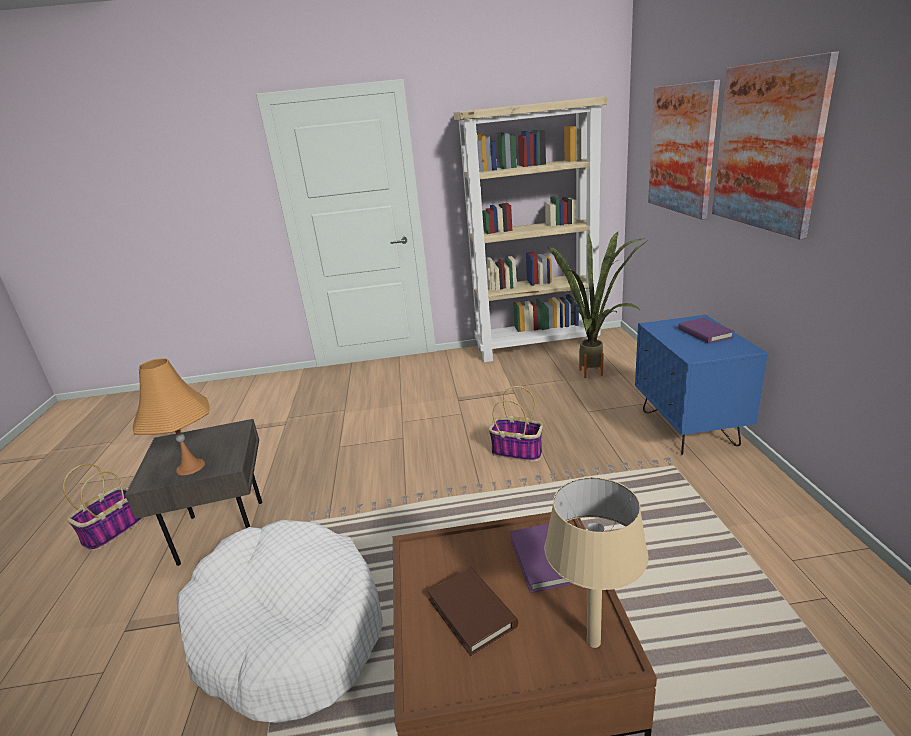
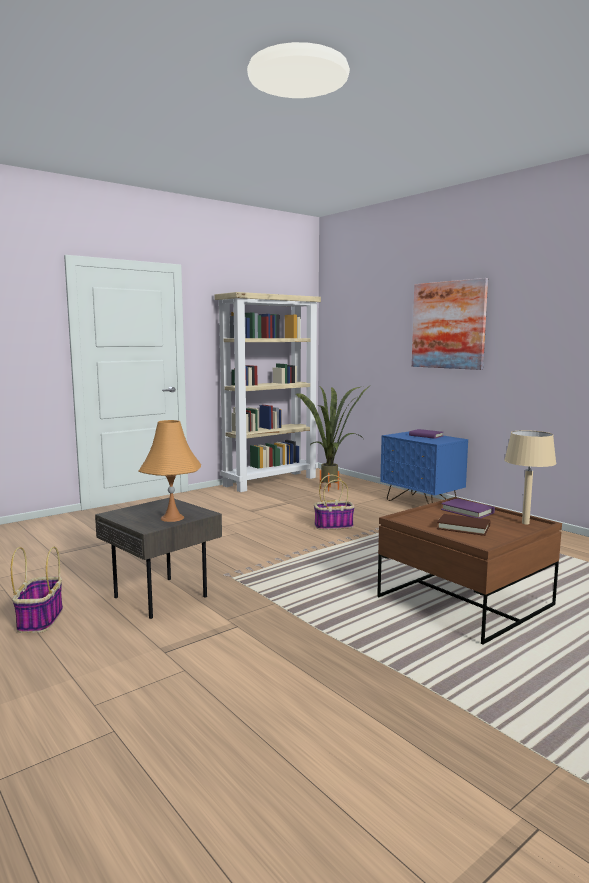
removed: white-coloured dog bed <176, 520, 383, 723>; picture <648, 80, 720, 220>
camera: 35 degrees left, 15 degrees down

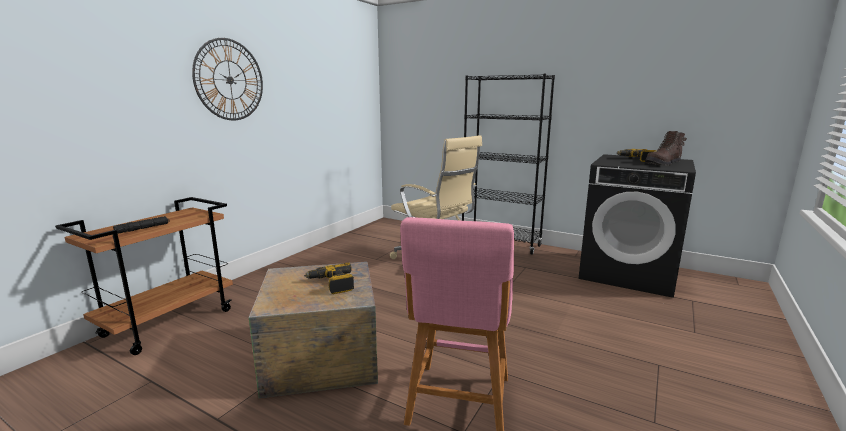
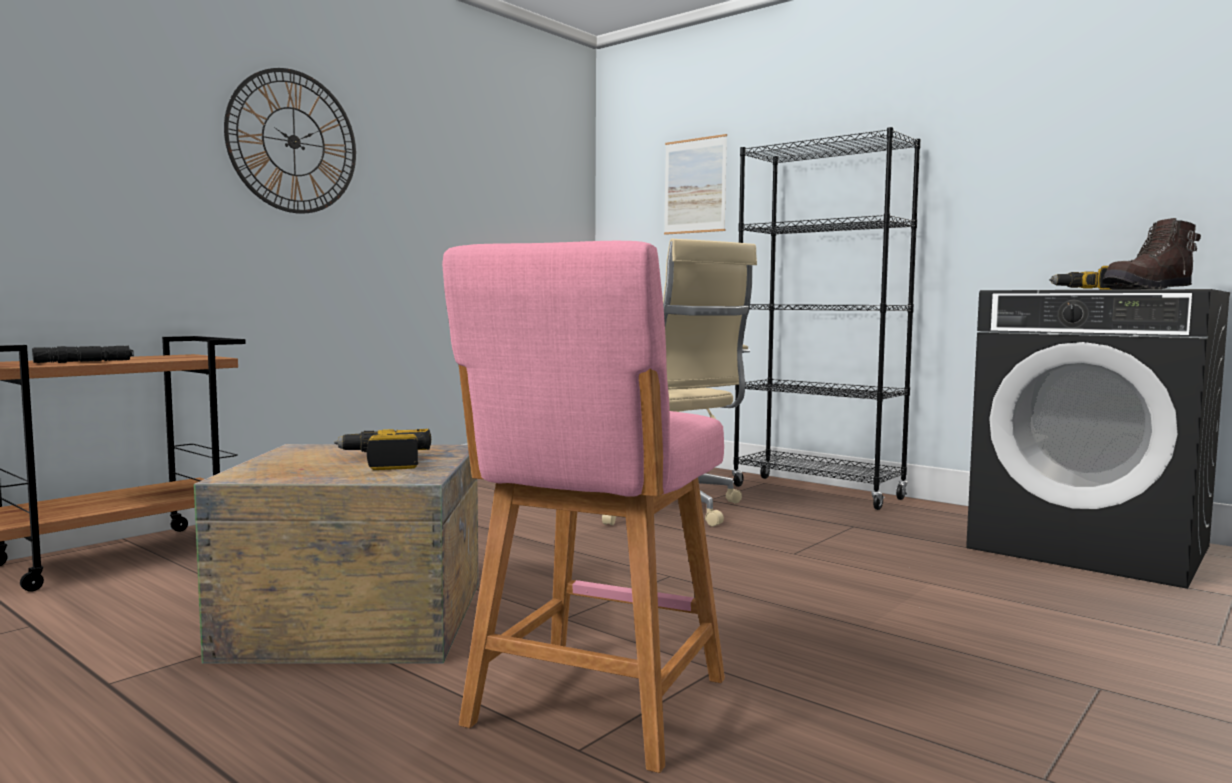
added: picture <664, 134, 727, 235>
camera: 10 degrees right, 10 degrees down

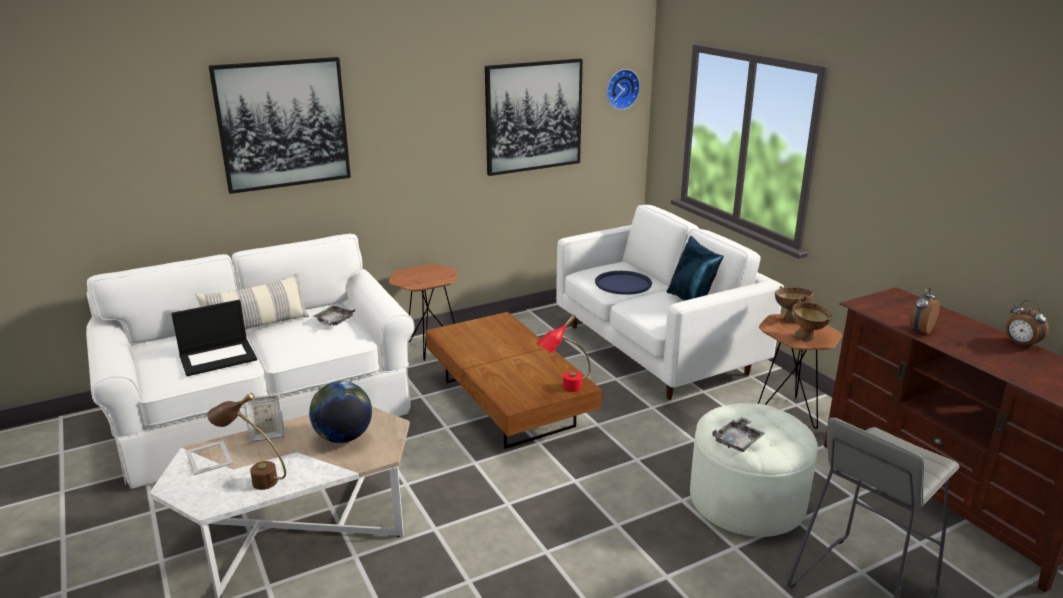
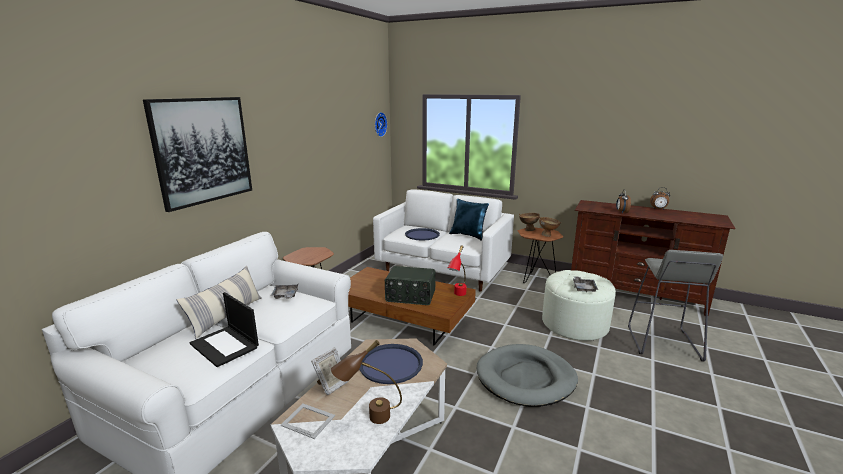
removed: picture <485, 58, 583, 176>
added: radio set <385, 266, 436, 305>; grey dog bed <477, 344, 578, 407>
replaced: world globe <309, 381, 372, 443> to blue-coloured carrying tray <359, 344, 423, 384>
turned: portable computer <171, 300, 257, 376> = <189, 292, 259, 367> 105 degrees clockwise
camera: 35 degrees left, 5 degrees down

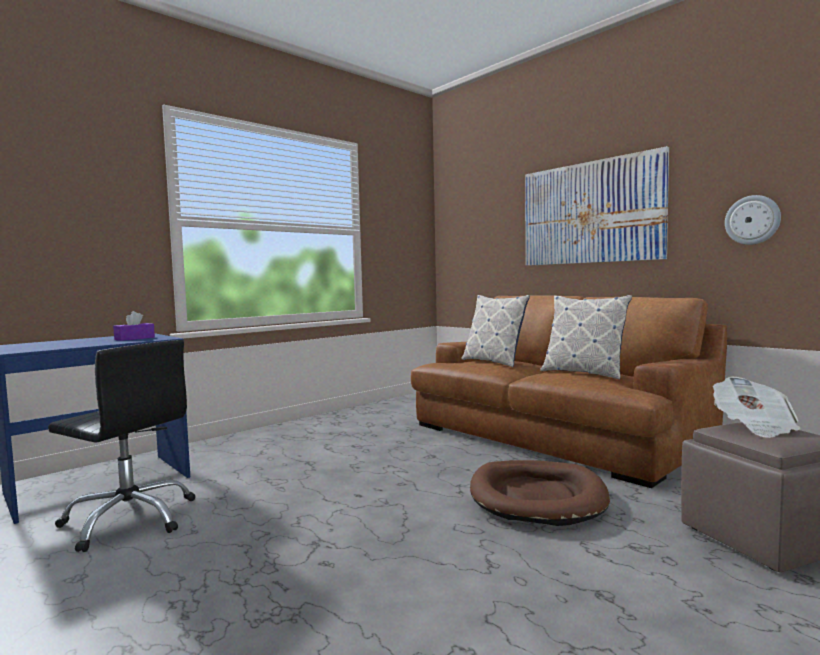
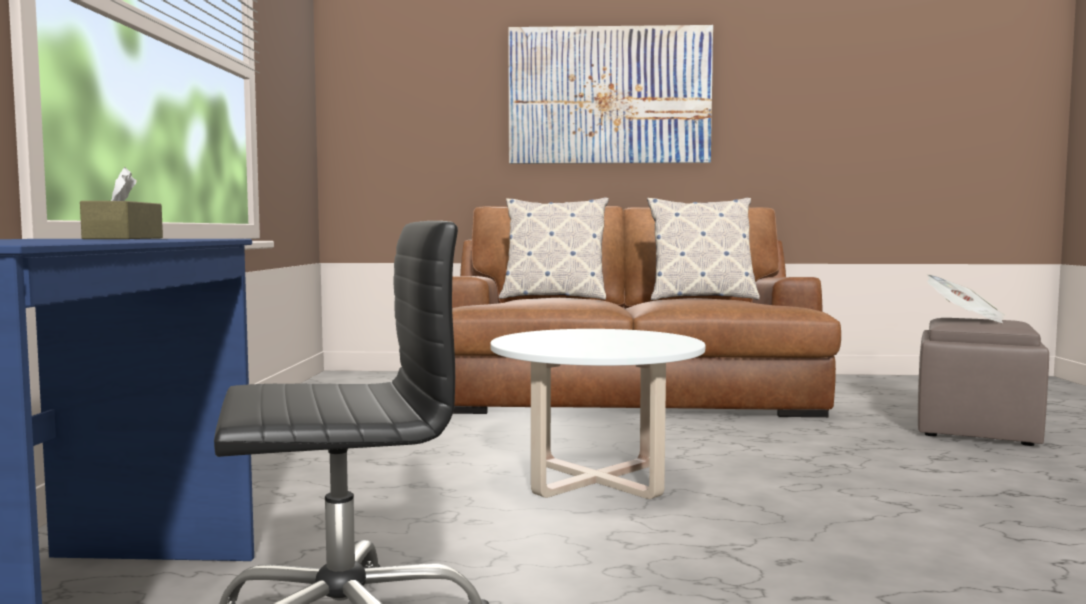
removed: brown dog bed <470, 460, 610, 526>; clock on the wall <725, 195, 781, 245>
added: white-coloured lounge table <490, 329, 705, 499>
recoloured: purplish box of tissues <113, 311, 155, 341> to brown box of tissues <80, 167, 163, 239>
camera: 45 degrees left, 0 degrees up

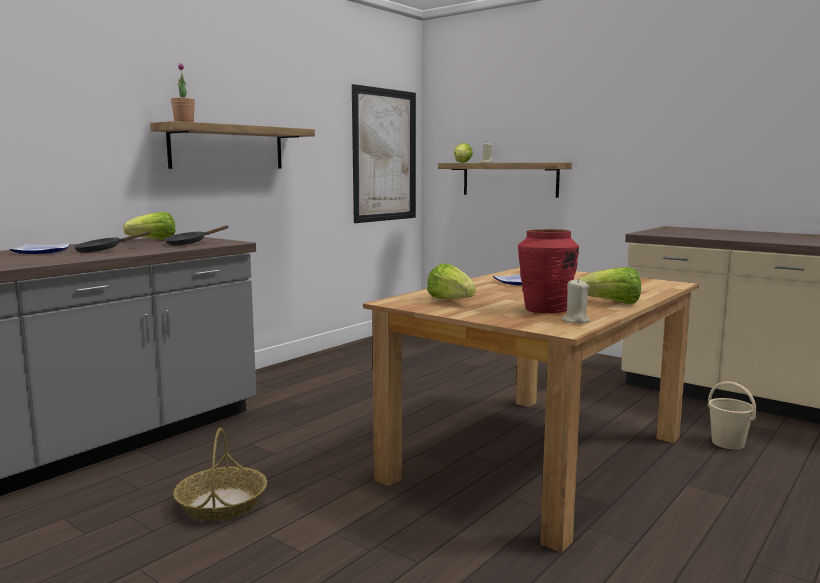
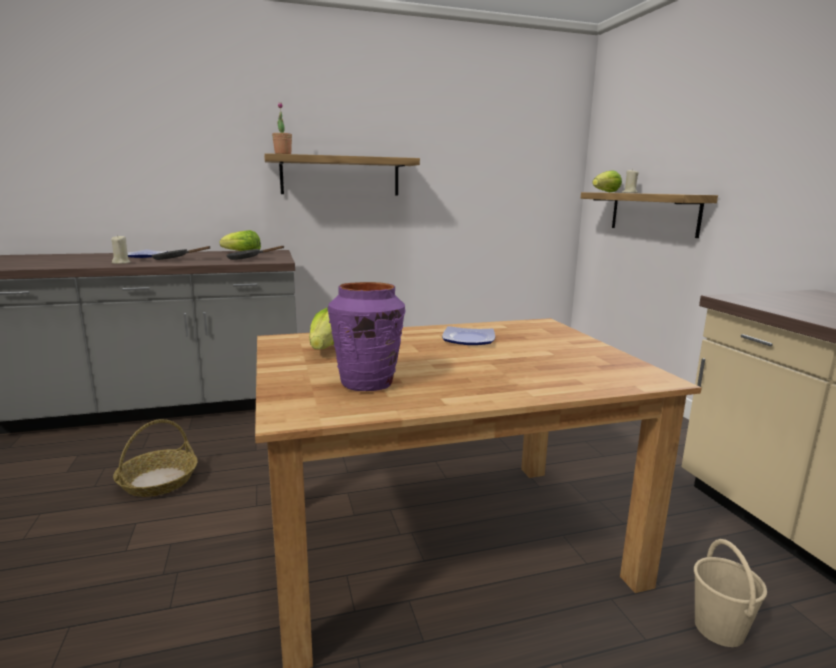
removed: picture <352, 84, 416, 223>; head of lettuce <579, 267, 641, 304>
moved: beige-coloured wax candle <562, 280, 590, 324> to <111, 235, 131, 264>
recoloured: reddish vase <518, 229, 579, 314> to purplish vase <327, 282, 405, 391>
camera: 35 degrees right, 5 degrees up

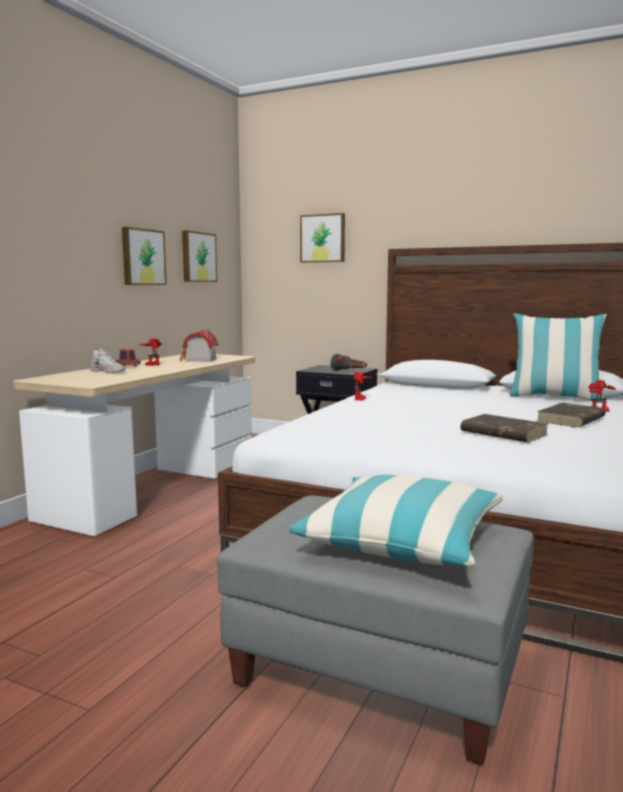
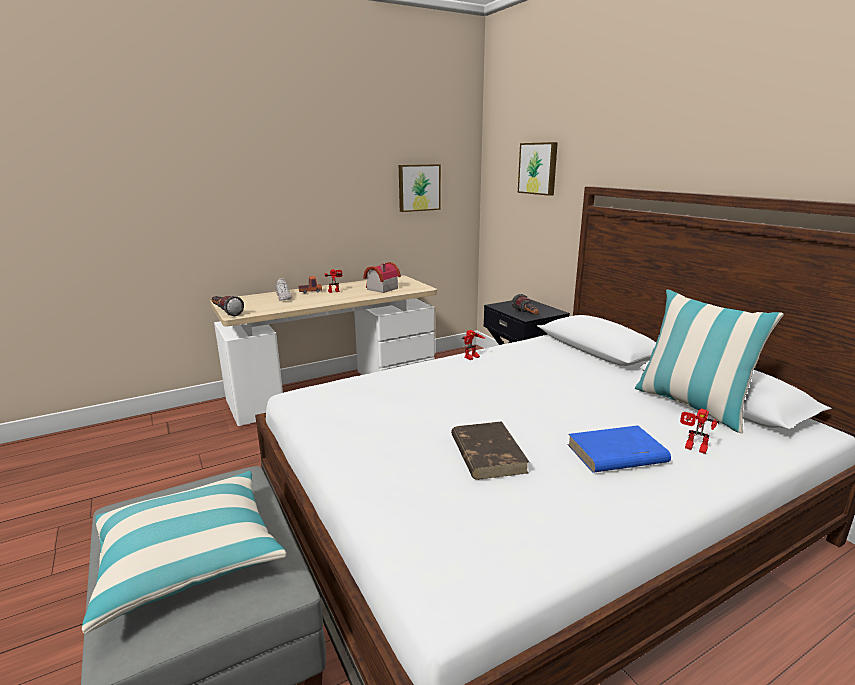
removed: picture <122, 227, 167, 285>
added: torch <211, 296, 244, 316>
recoloured: brown volume <537, 403, 606, 427> to blue-coloured volume <567, 425, 671, 473>
camera: 35 degrees right, 10 degrees up

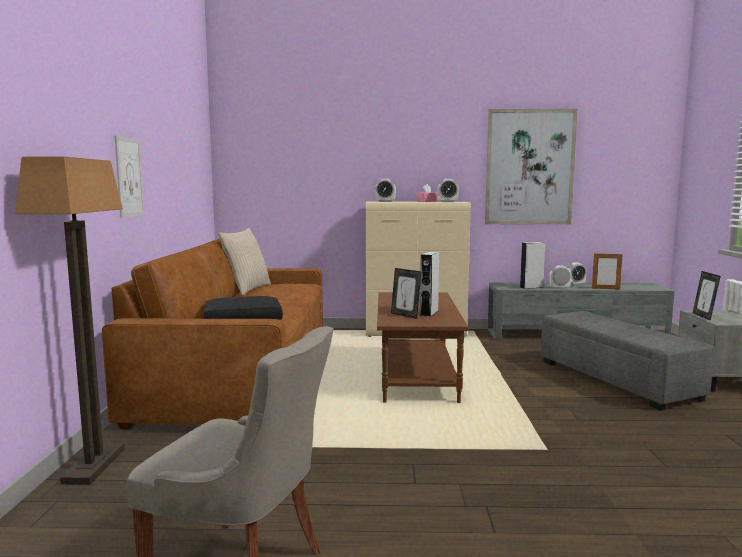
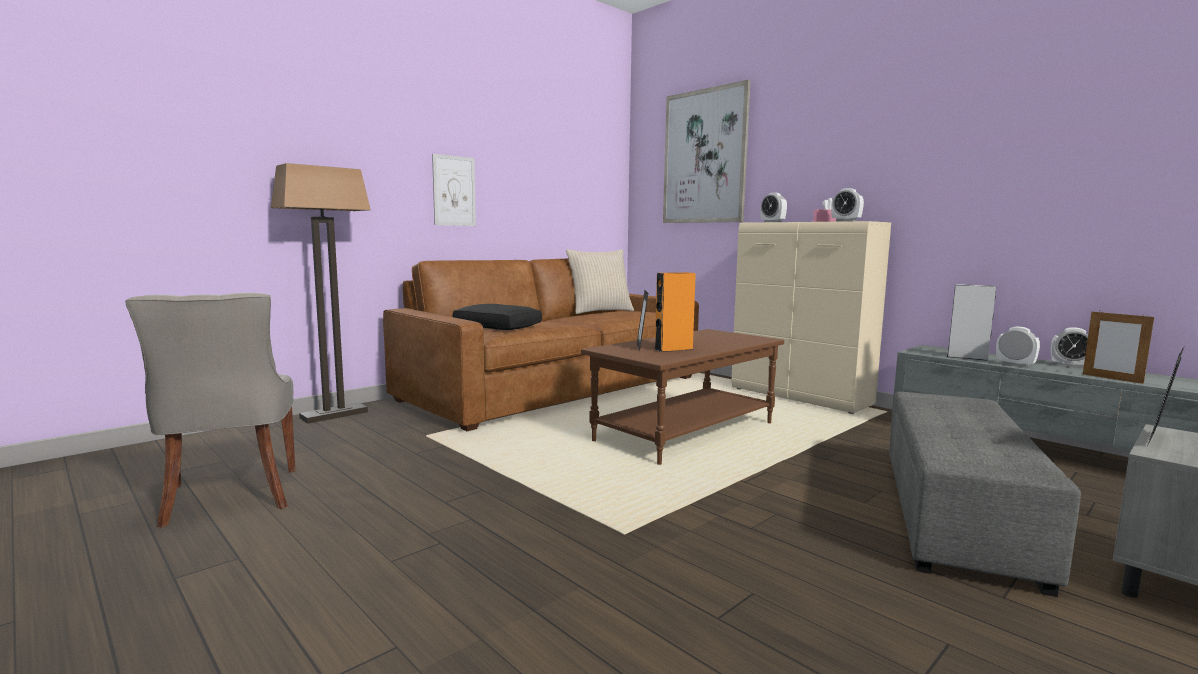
moved: picture <485, 109, 578, 225> to <663, 80, 751, 223>
recoloured: grey audio speaker <420, 251, 439, 317> to orangey audio speaker <654, 272, 696, 352>
camera: 45 degrees right, 0 degrees up

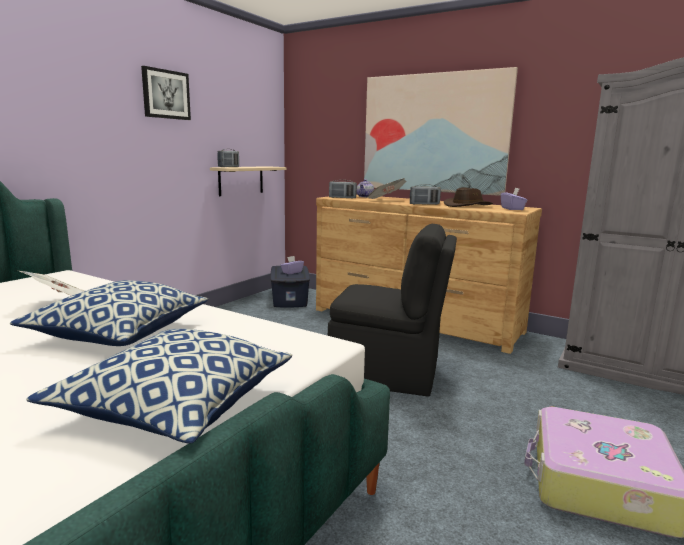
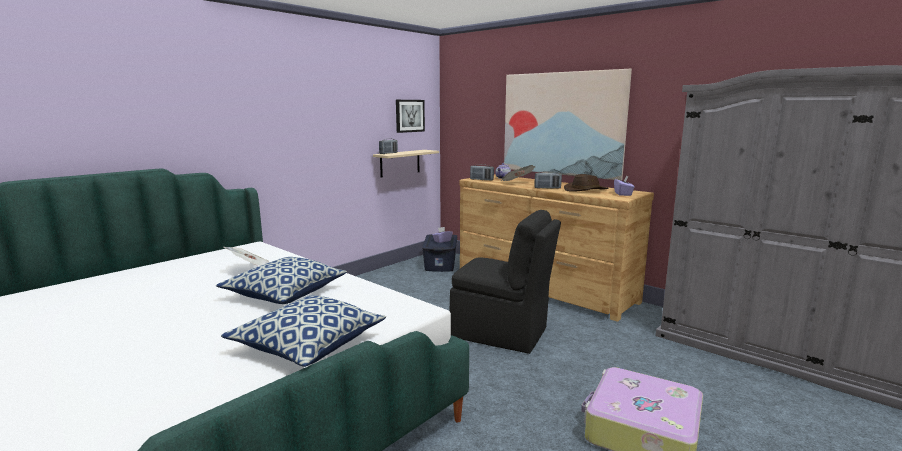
moved: picture <141, 66, 191, 120> to <396, 100, 425, 133>
camera: 10 degrees right, 0 degrees up

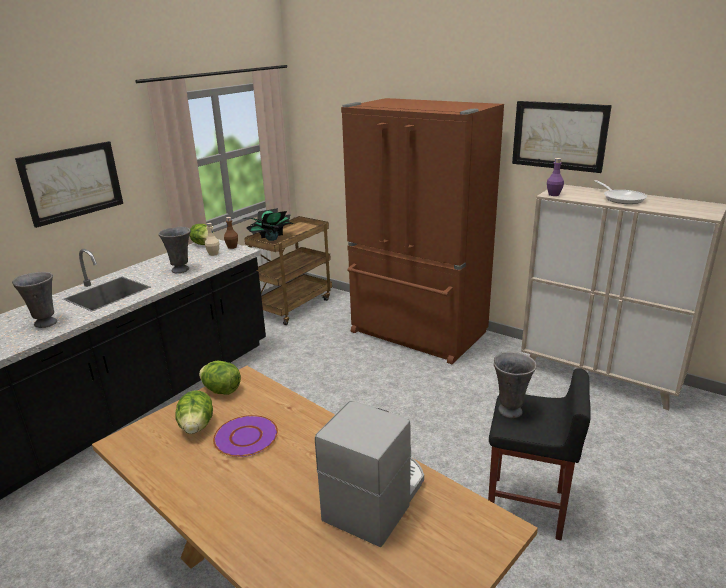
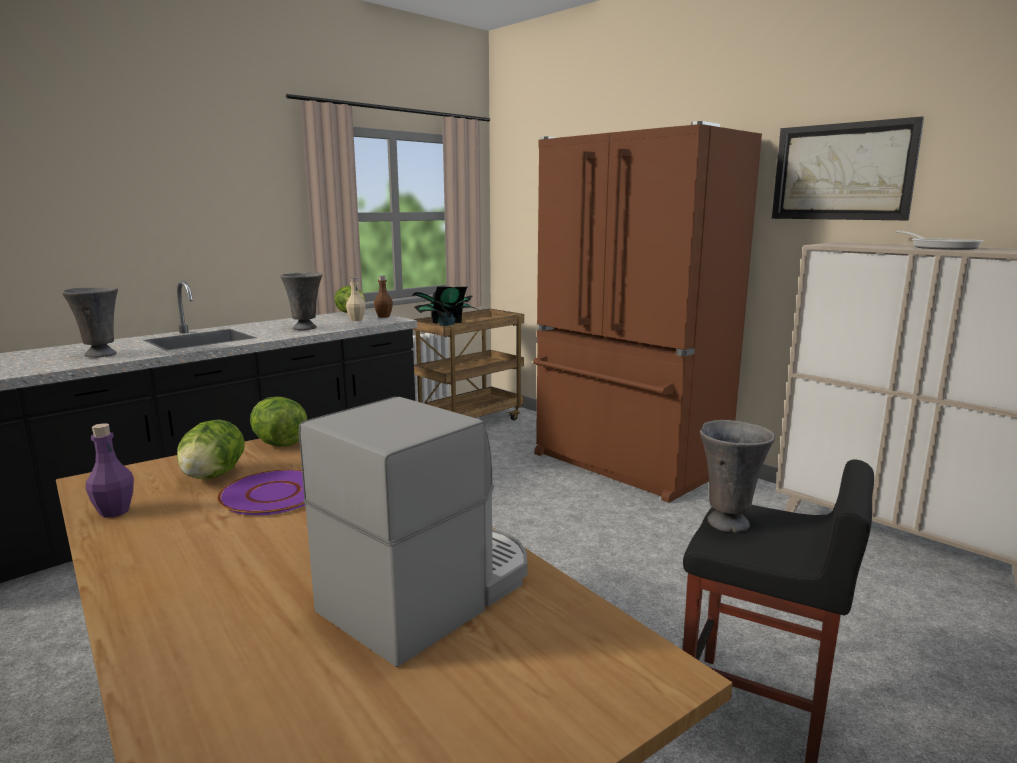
removed: picture <15, 141, 123, 228>
moved: purplish beverage bottle <547, 158, 564, 196> to <86, 423, 134, 518>
camera: 10 degrees right, 10 degrees down

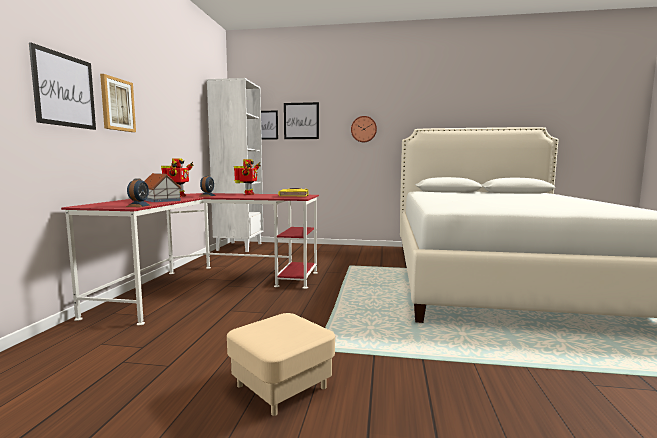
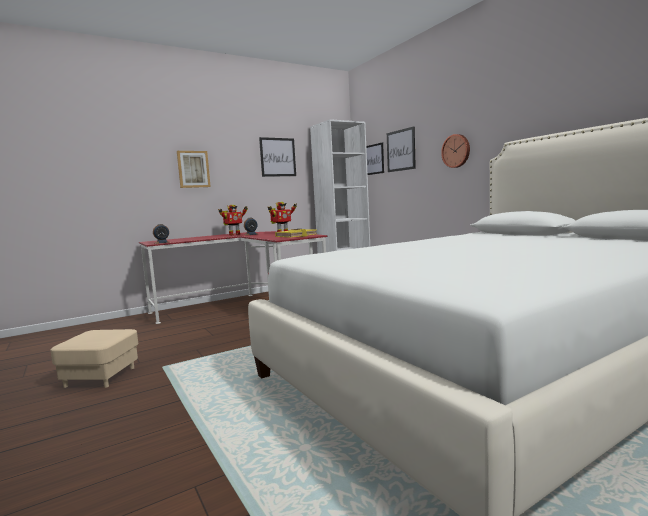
removed: model house <144, 173, 182, 202>
moved: picture <29, 42, 96, 130> to <259, 137, 296, 177>
camera: 50 degrees right, 0 degrees up

